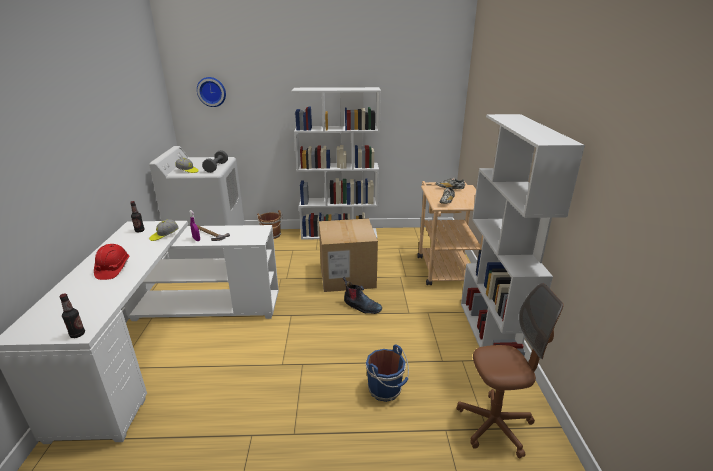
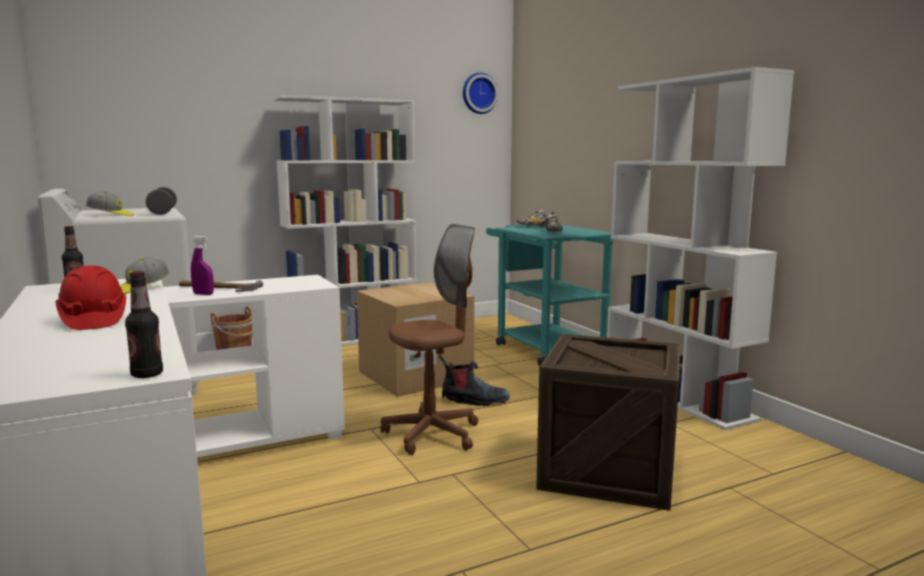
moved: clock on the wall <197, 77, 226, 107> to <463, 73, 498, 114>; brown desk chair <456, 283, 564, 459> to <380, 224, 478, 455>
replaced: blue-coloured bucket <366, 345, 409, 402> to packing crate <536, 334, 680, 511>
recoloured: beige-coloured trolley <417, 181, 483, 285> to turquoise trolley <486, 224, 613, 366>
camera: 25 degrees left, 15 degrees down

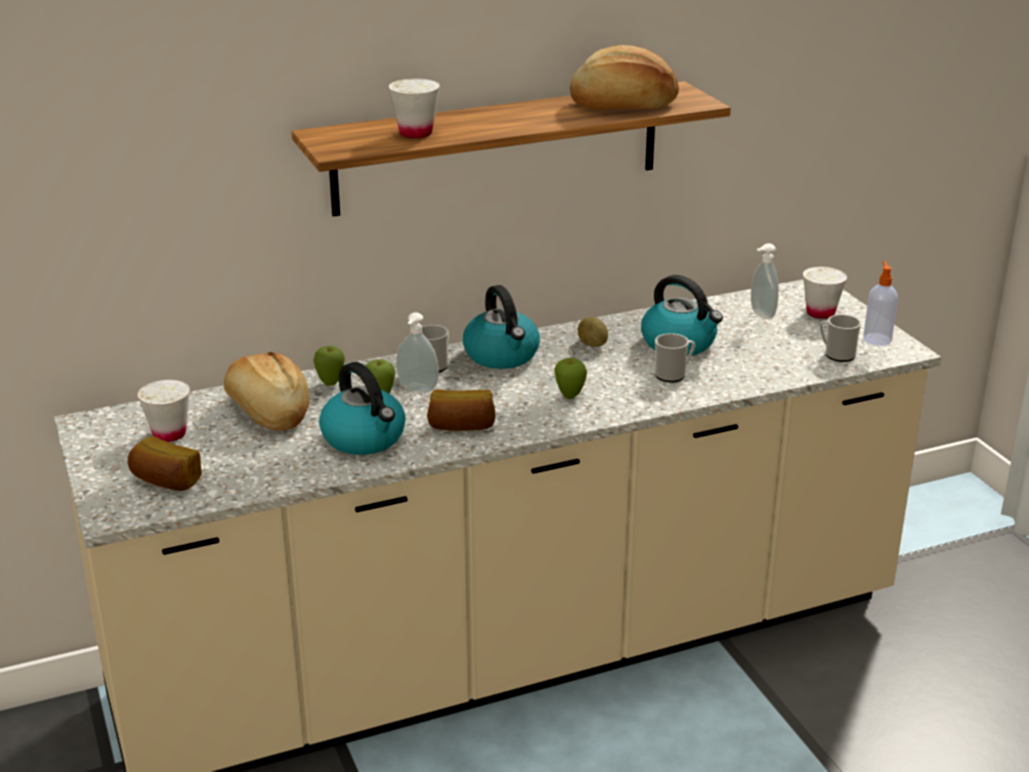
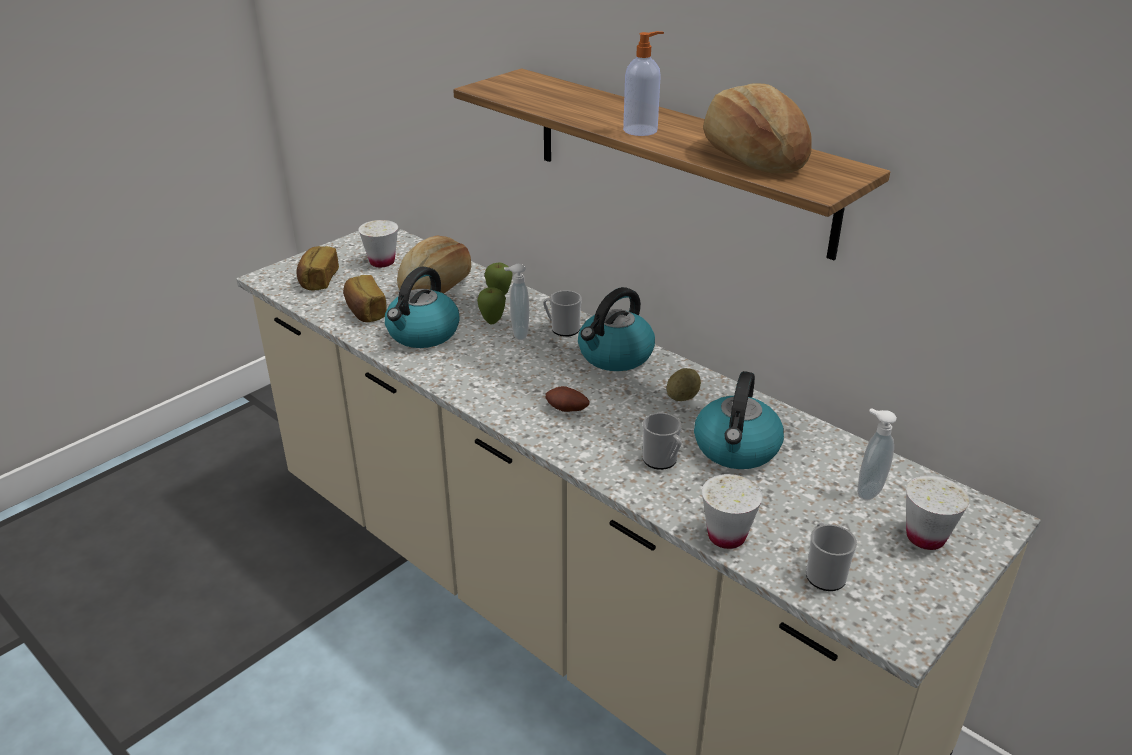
moved: white-coloured drinking cup <389, 78, 440, 138> to <702, 474, 763, 549>; baked bread <427, 389, 495, 431> to <343, 275, 387, 322>; liquid soap bottle <863, 261, 898, 346> to <623, 31, 664, 136>
replaced: apple <554, 358, 587, 399> to spud <545, 386, 590, 412>
camera: 65 degrees right, 5 degrees up

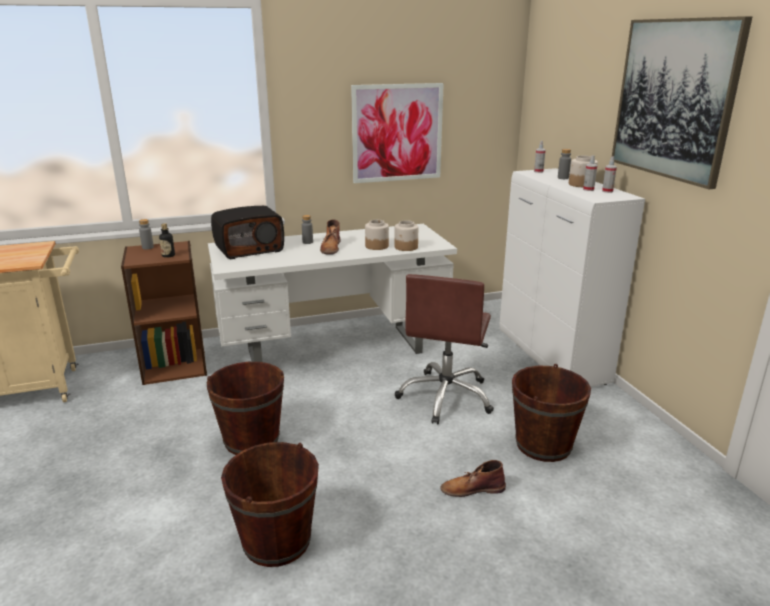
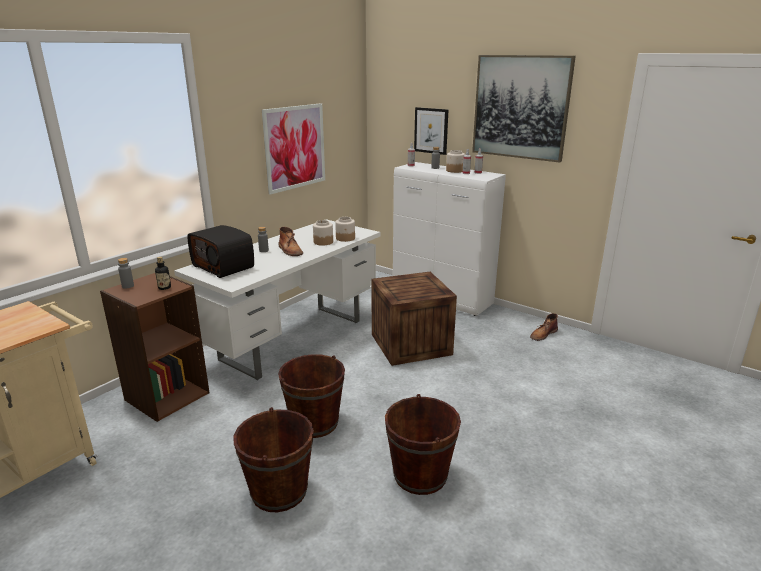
added: picture <414, 107, 448, 155>
moved: brown tall boot <440, 460, 506, 497> to <530, 313, 558, 341>; brown bucket <512, 364, 591, 462> to <233, 407, 314, 512>
replaced: brown desk chair <395, 274, 494, 424> to packing crate <371, 272, 457, 366>
turned: radio set <211, 206, 284, 259> = <187, 225, 254, 278> 105 degrees clockwise
camera: 35 degrees left, 0 degrees up

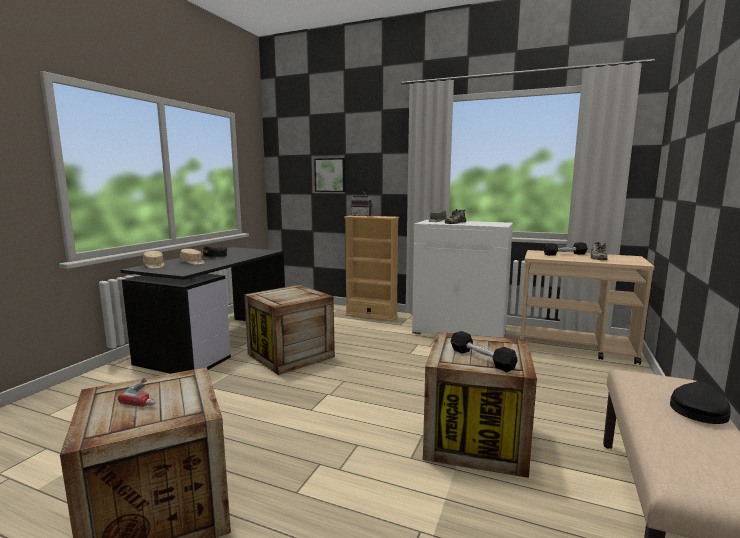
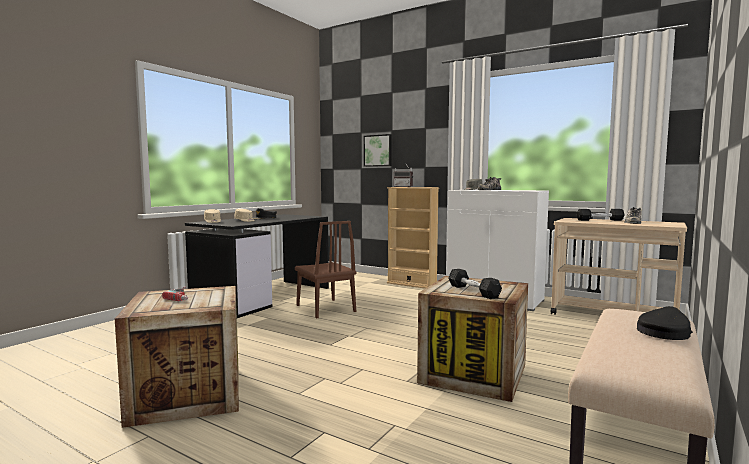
replaced: packing crate <244, 285, 335, 375> to brown upright chair <295, 221, 356, 318>
camera: 10 degrees right, 5 degrees down

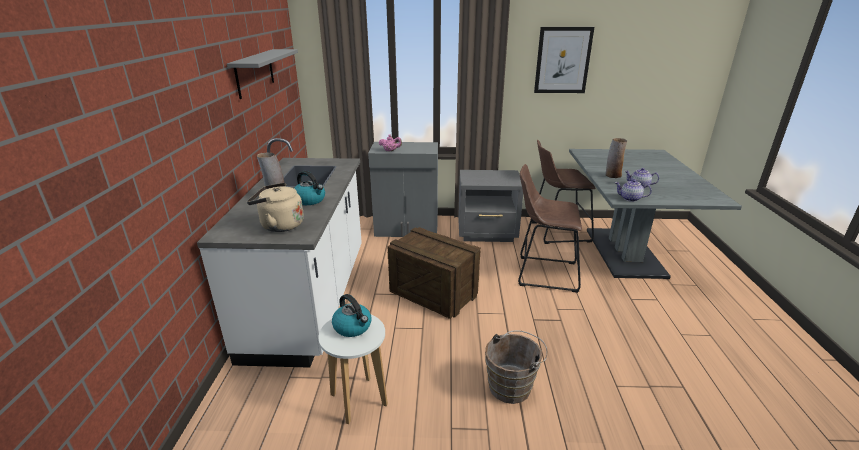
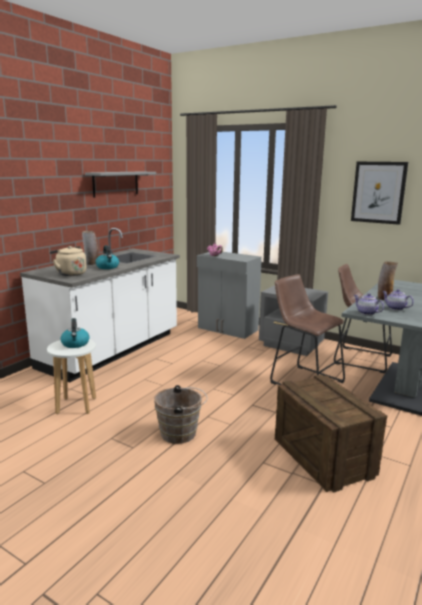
moved: packing crate <387, 227, 481, 319> to <275, 374, 387, 493>
camera: 30 degrees right, 10 degrees down

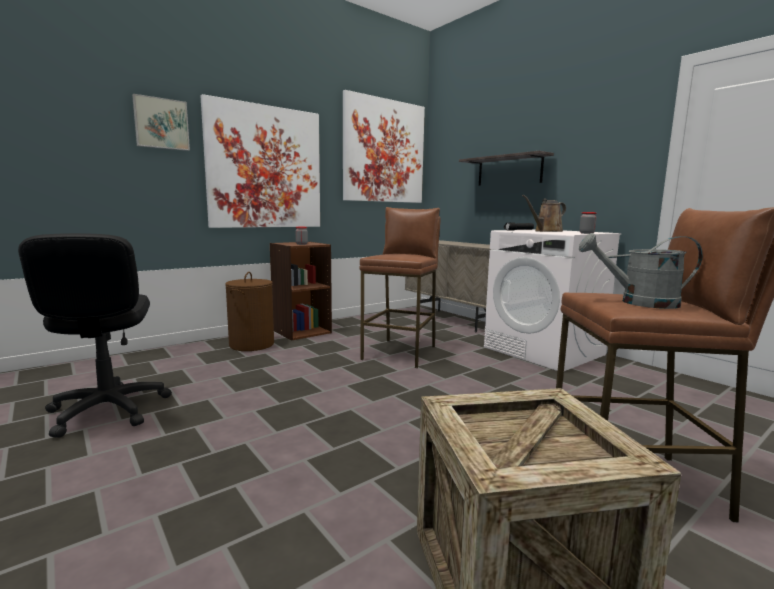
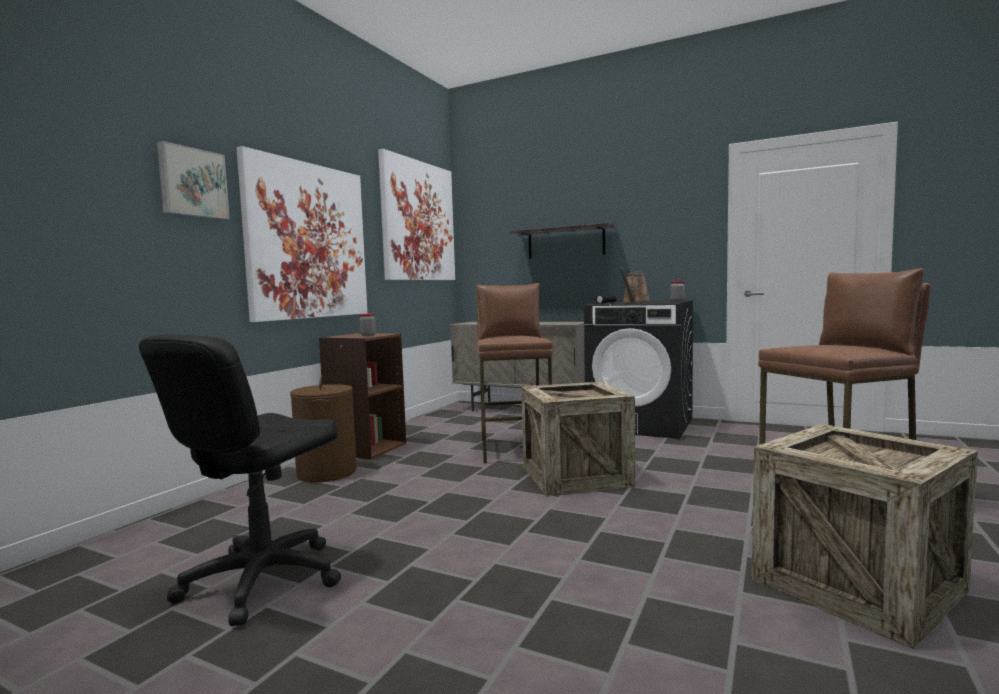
removed: grey sprinkling can <579, 233, 703, 309>
added: packing crate <521, 382, 635, 497>
recoloured: white-coloured washing machine <484, 229, 621, 371> to black-coloured washing machine <584, 300, 693, 439>
turned: black-coloured desk chair <18, 233, 172, 438> = <139, 334, 341, 626> 75 degrees clockwise
camera: 25 degrees left, 5 degrees down

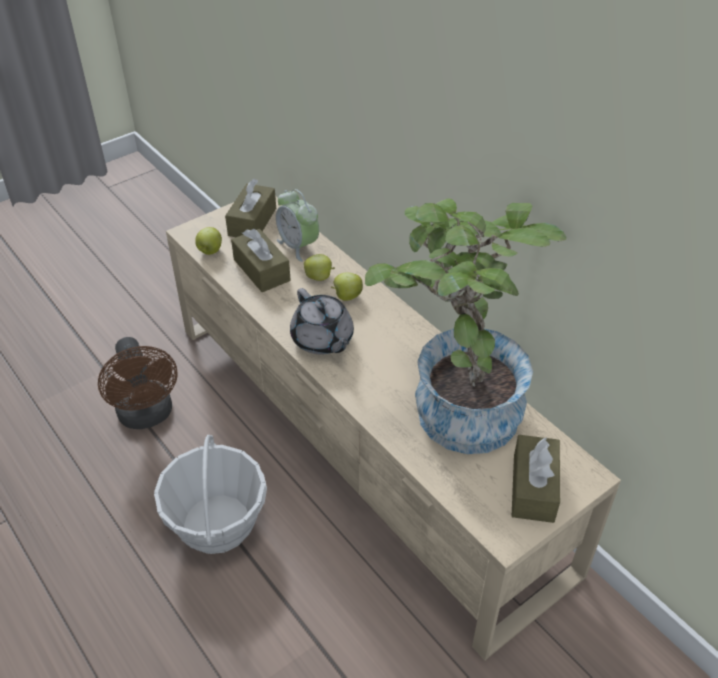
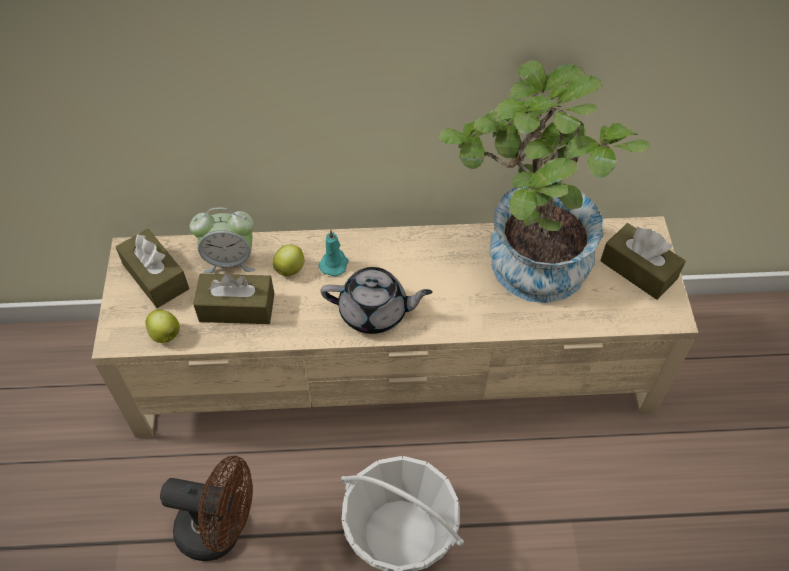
replaced: apple <331, 273, 363, 301> to turquoise wax candle <319, 230, 348, 276>
camera: 55 degrees left, 10 degrees up

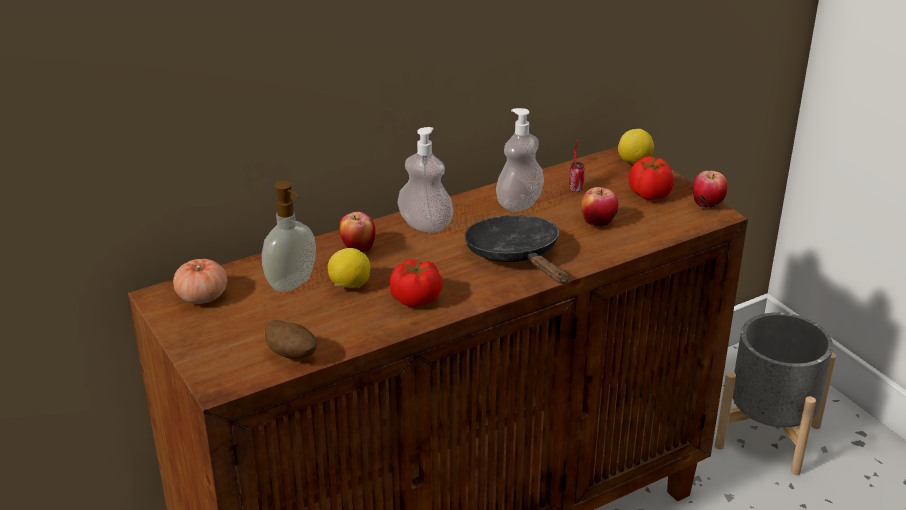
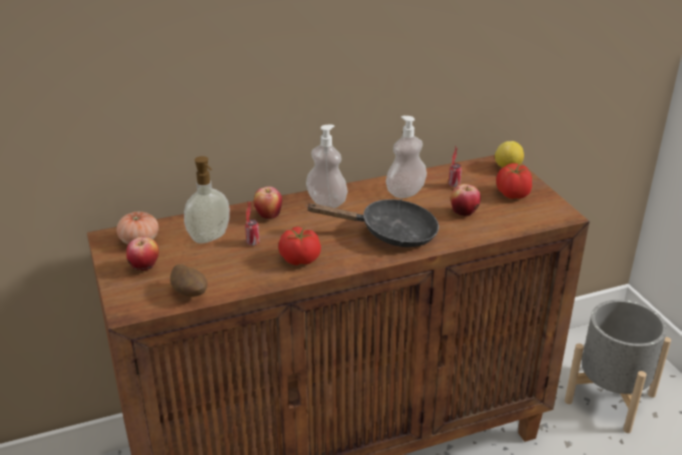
moved: apple <693, 170, 727, 208> to <126, 237, 159, 271>
replaced: citrus fruit <328, 248, 370, 288> to can <245, 202, 260, 246>
turned: black-coloured pan <464, 215, 568, 284> = <307, 199, 439, 247> 105 degrees clockwise
camera: 10 degrees right, 0 degrees up

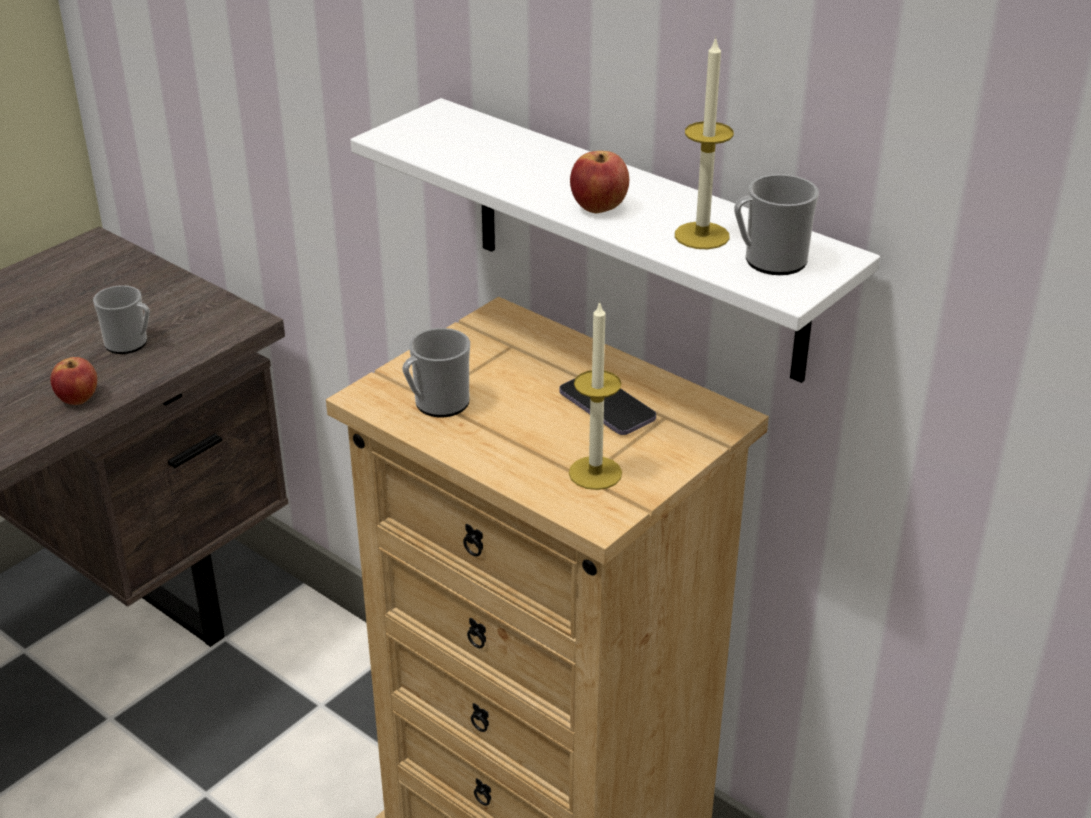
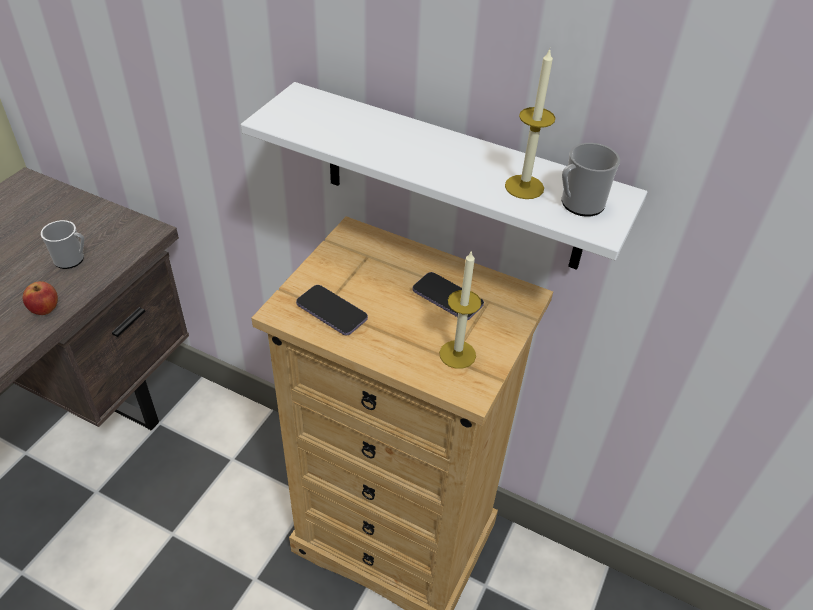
removed: apple <570, 151, 629, 214>
replaced: coffee mug <402, 328, 470, 417> to telephone <296, 285, 368, 335>
camera: 15 degrees left, 10 degrees up

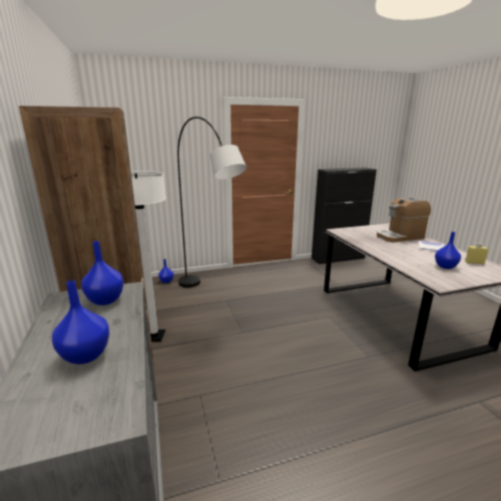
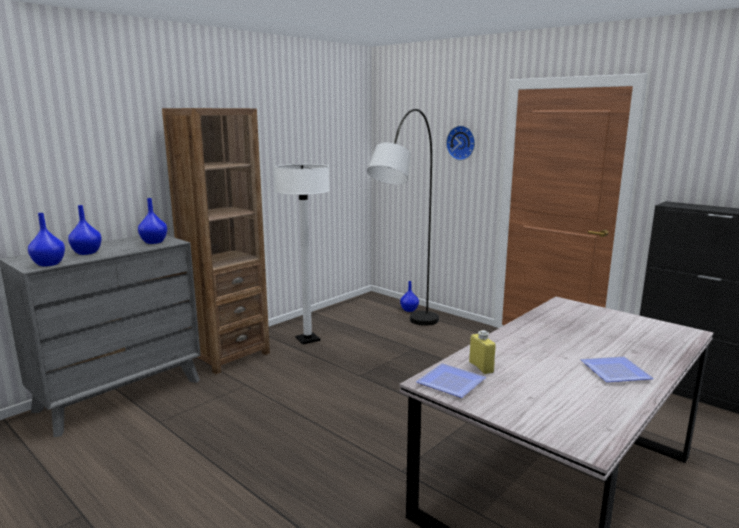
removed: coffee brewer <377, 197, 431, 242>
added: flat dish <416, 363, 486, 398>; clock on the wall <446, 125, 475, 160>
moved: blue-coloured vase <435, 232, 461, 269> to <28, 213, 65, 266>; yellowish beverage bottle <465, 243, 488, 265> to <469, 330, 496, 374>
camera: 60 degrees right, 5 degrees down

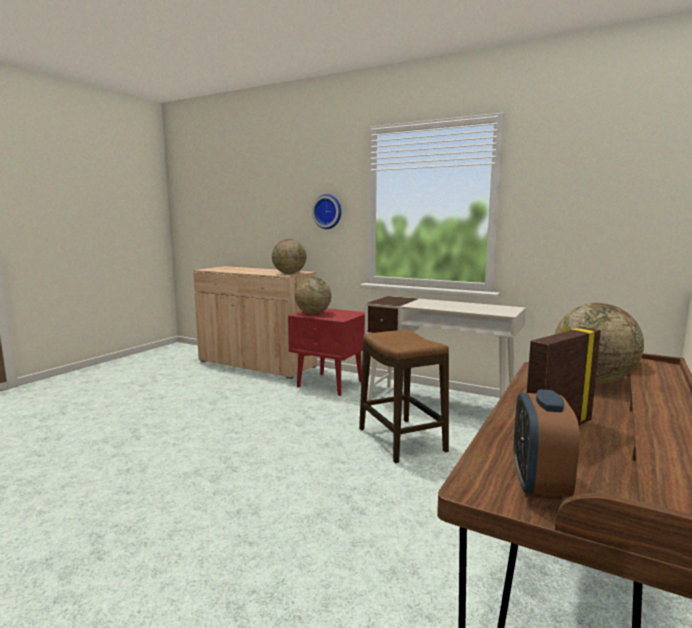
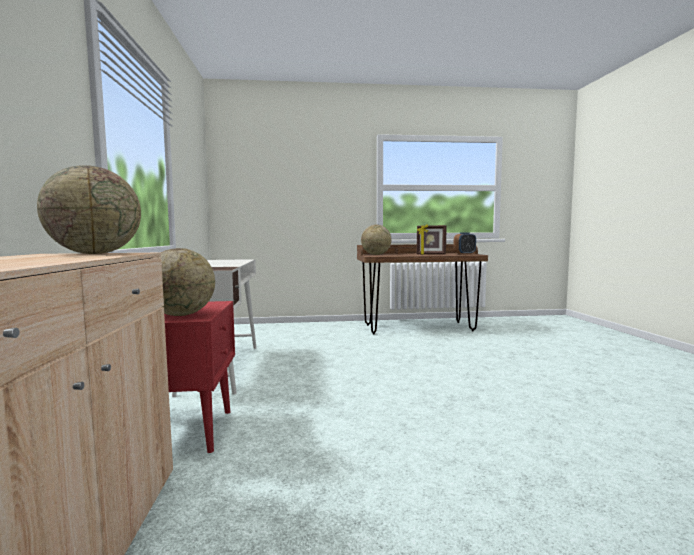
removed: clock on the wall <312, 194, 341, 229>; stool <359, 330, 449, 463>
camera: 125 degrees left, 5 degrees down

